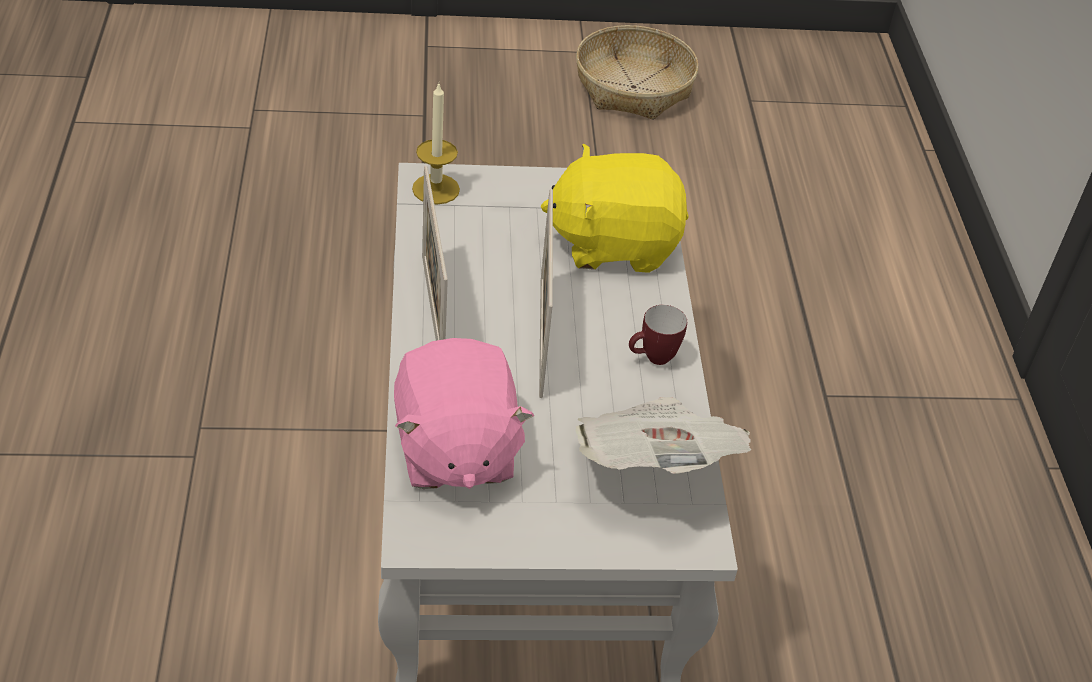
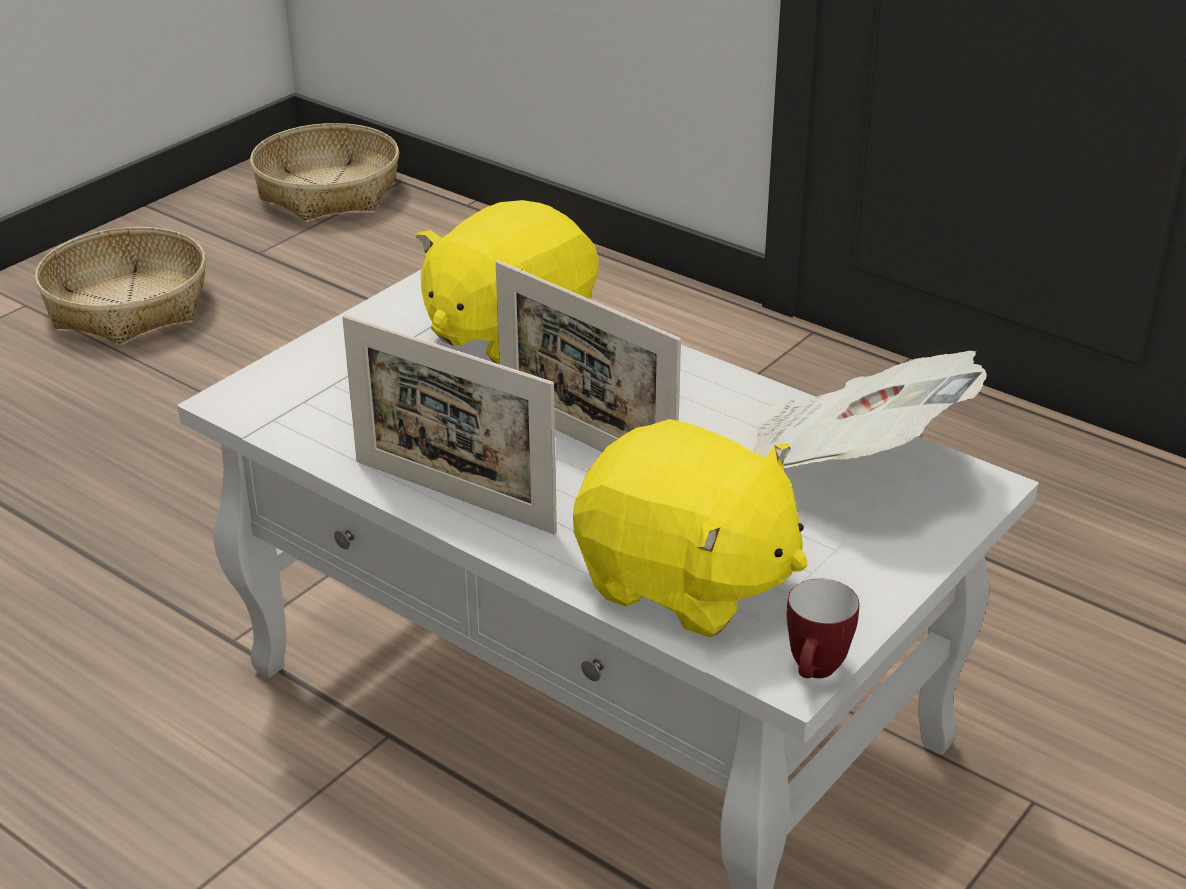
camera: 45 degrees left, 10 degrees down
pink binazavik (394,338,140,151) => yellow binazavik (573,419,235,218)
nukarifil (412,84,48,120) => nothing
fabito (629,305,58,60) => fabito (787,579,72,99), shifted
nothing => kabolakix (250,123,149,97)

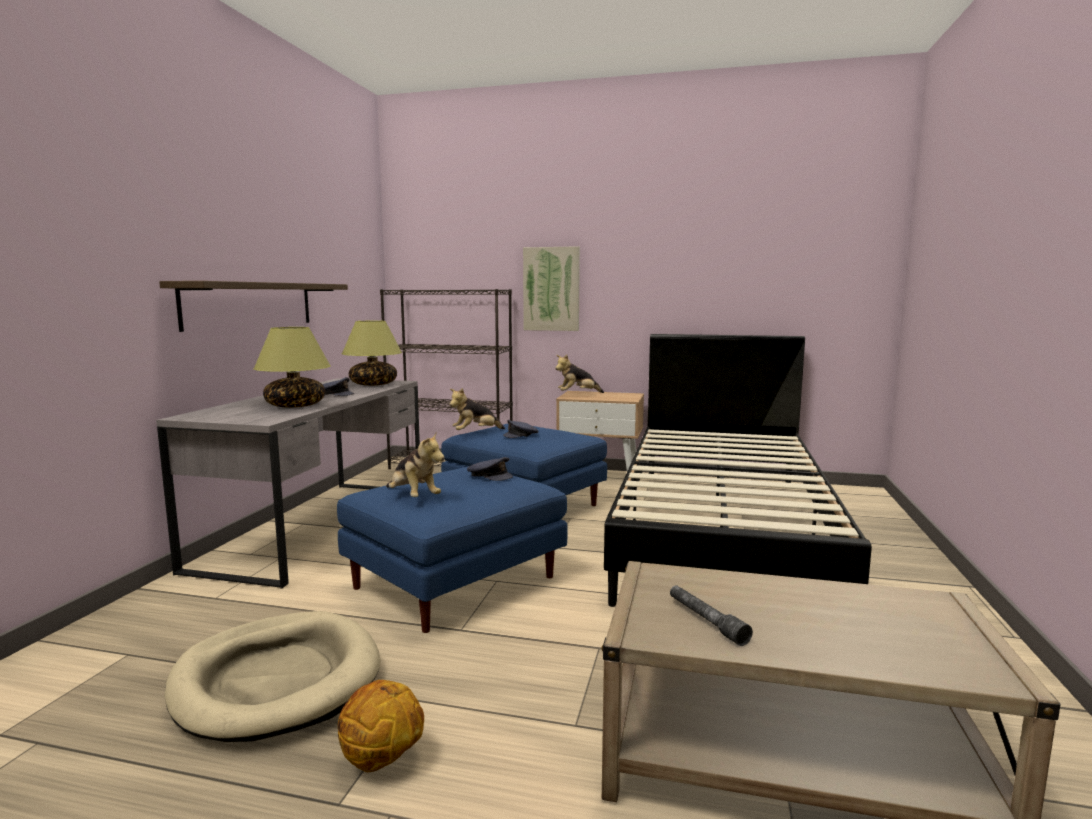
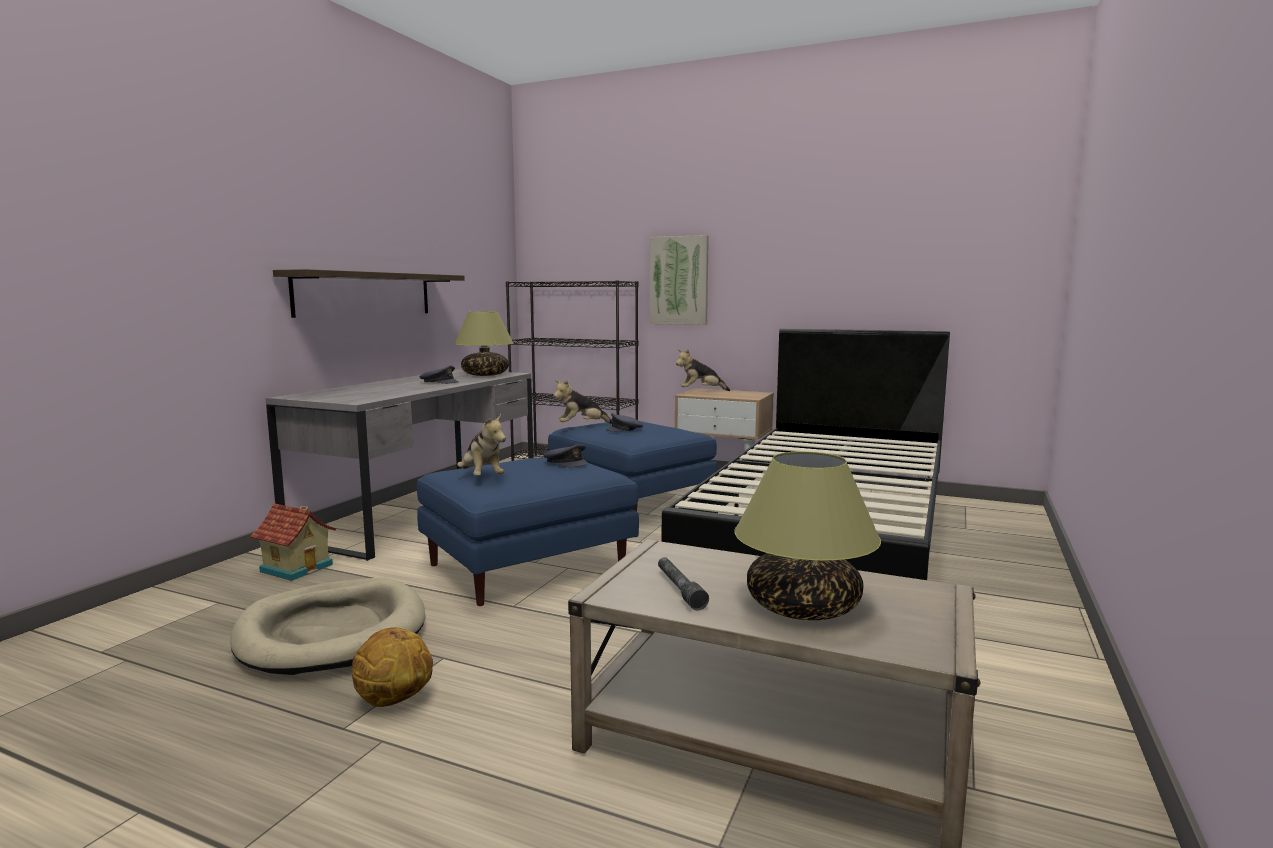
camera: 10 degrees right, 0 degrees up
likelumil (254,327,77,81) => likelumil (735,451,146,169), shifted
nothing => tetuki (250,503,86,78)

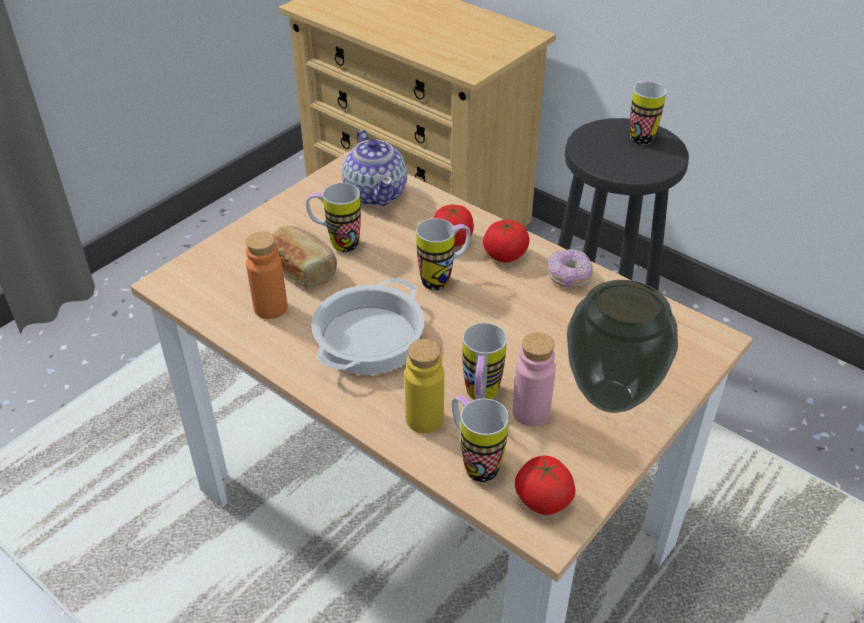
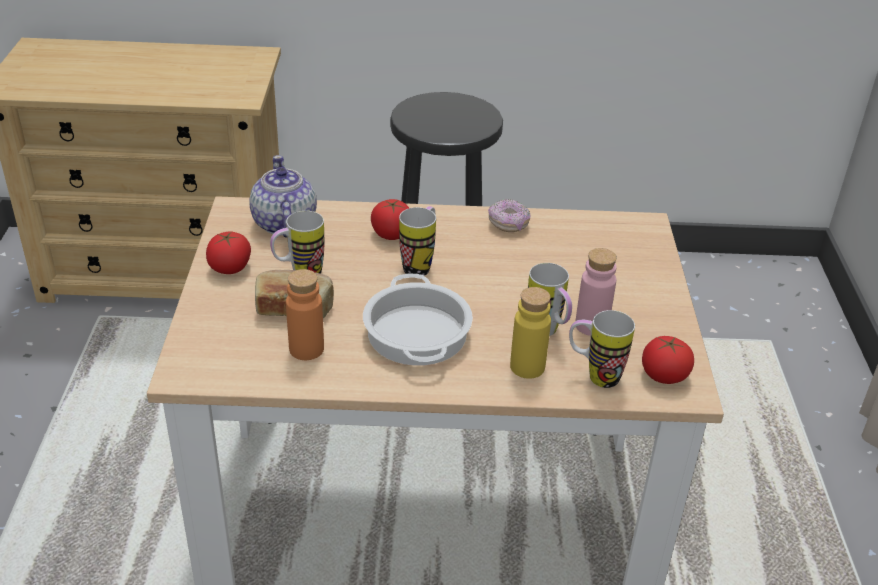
camera: 40 degrees left, 5 degrees down
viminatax (342,130,65,76) => viminatax (249,155,68,83), 135 degrees counterclockwise
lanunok (483,220,47,42) => lanunok (206,231,45,43), shifted
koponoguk (567,280,111,133) => nothing
fabito (630,80,37,65) => nothing

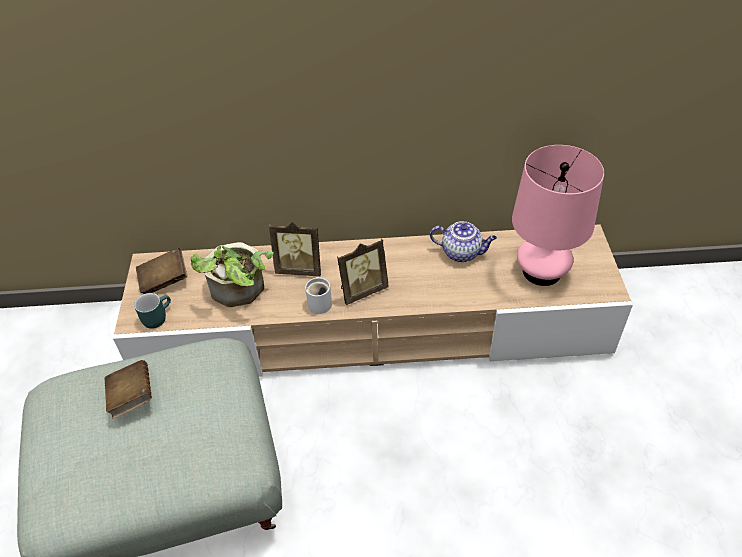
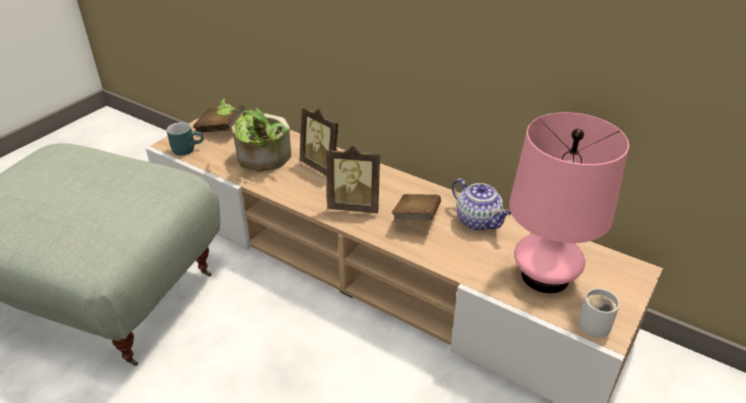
camera: 35 degrees right, 10 degrees down
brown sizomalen (104,360,48,59) => brown sizomalen (392,194,49,28), shifted
white fabito (305,277,27,37) => white fabito (578,289,42,48), shifted

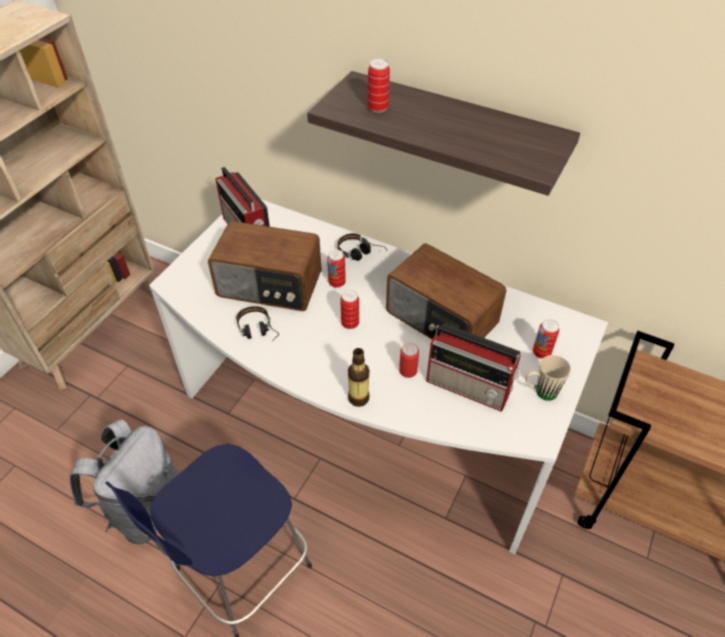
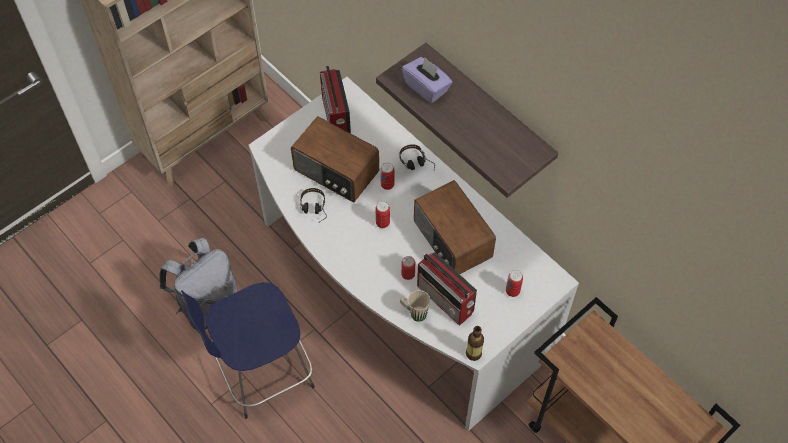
camera: 20 degrees right, 10 degrees up
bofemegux (348,348,21,59) => bofemegux (466,326,18,35), shifted
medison (368,59,22,54) => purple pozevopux (402,57,51,46)
beige fabito (525,355,46,46) => beige fabito (400,290,30,32), shifted

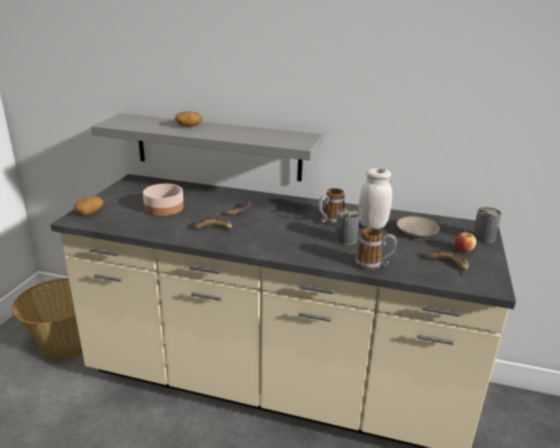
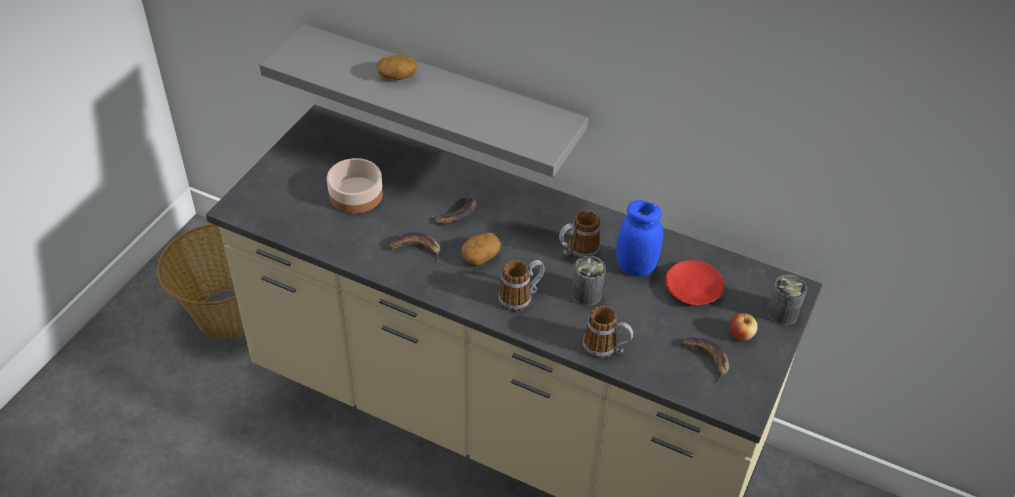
camera: 10 degrees right, 20 degrees up
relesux (74,196,29,19) => relesux (461,232,40,34), shifted
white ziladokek (358,168,34,61) => blue ziladokek (616,200,47,76)
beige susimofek (397,216,43,21) => red susimofek (665,260,59,45)
nothing => fabito (498,260,47,51)

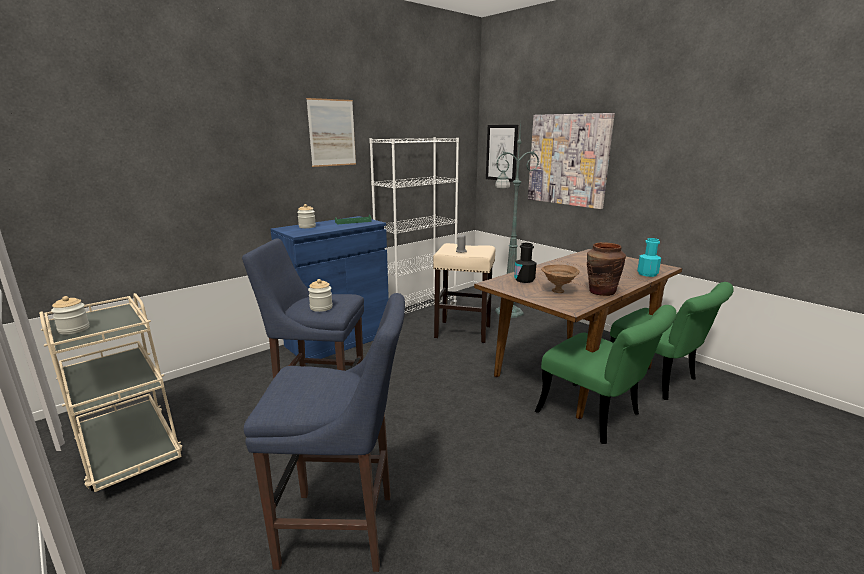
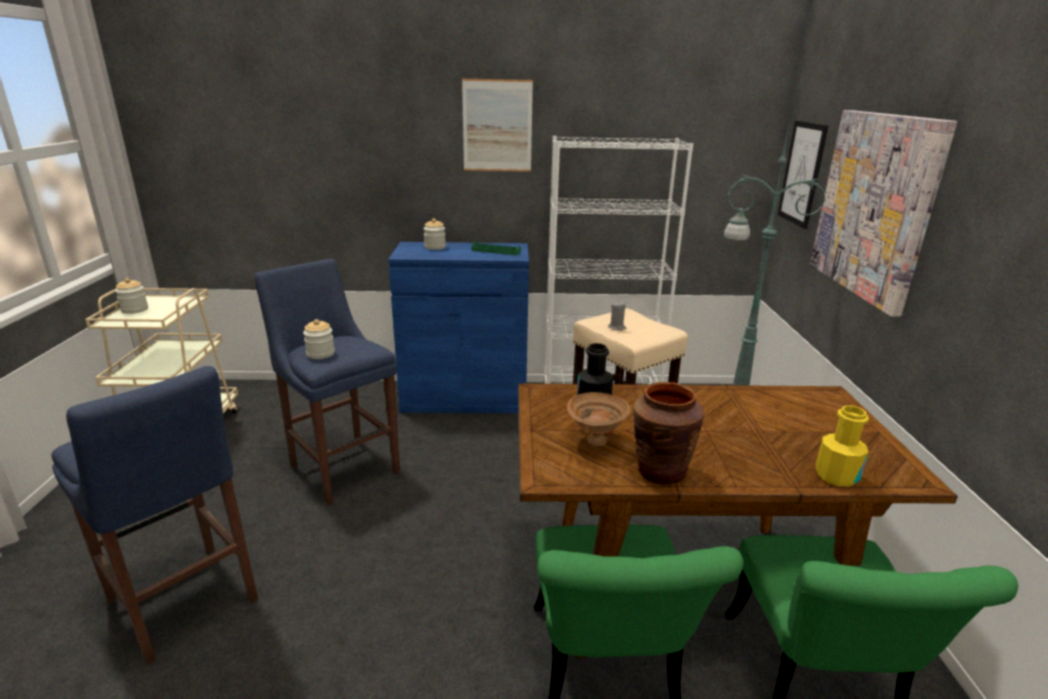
camera: 40 degrees right, 5 degrees up
turquoise bofemegux (637,238,24,39) => yellow bofemegux (816,405,53,82)

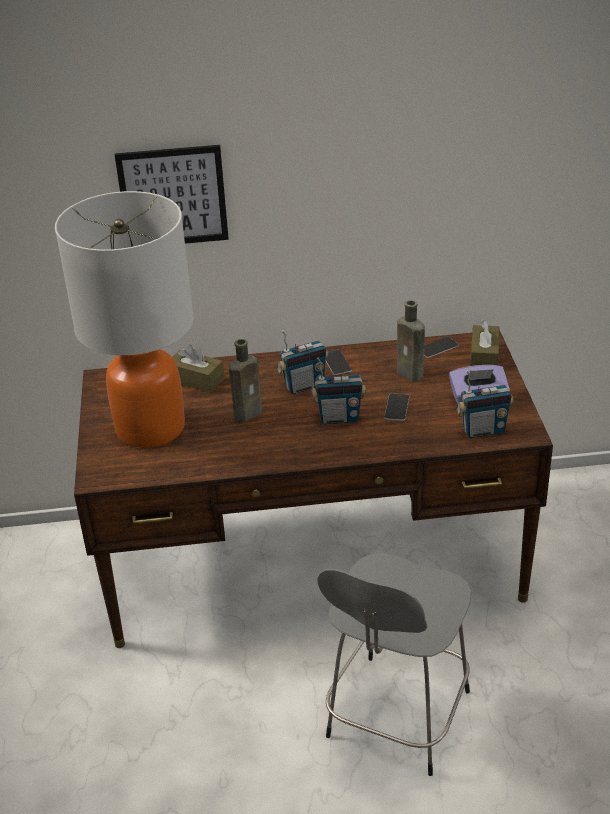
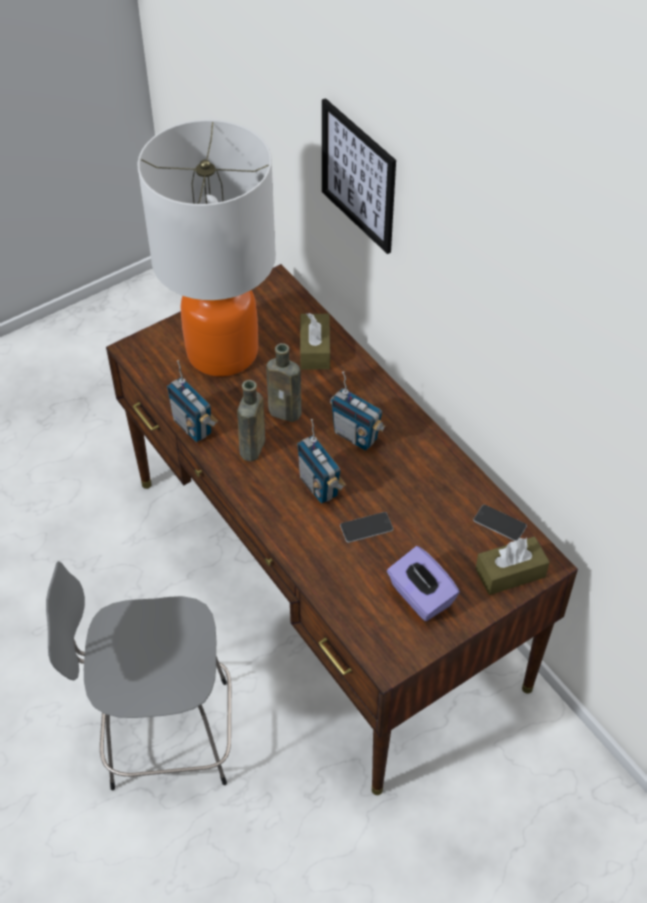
camera: 60 degrees right, 15 degrees up
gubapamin (325,350,27,25) => nothing
brown bofemegux (397,300,28,82) => brown bofemegux (237,380,28,82), shifted
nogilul (457,370,57,68) => nogilul (167,360,51,82), shifted

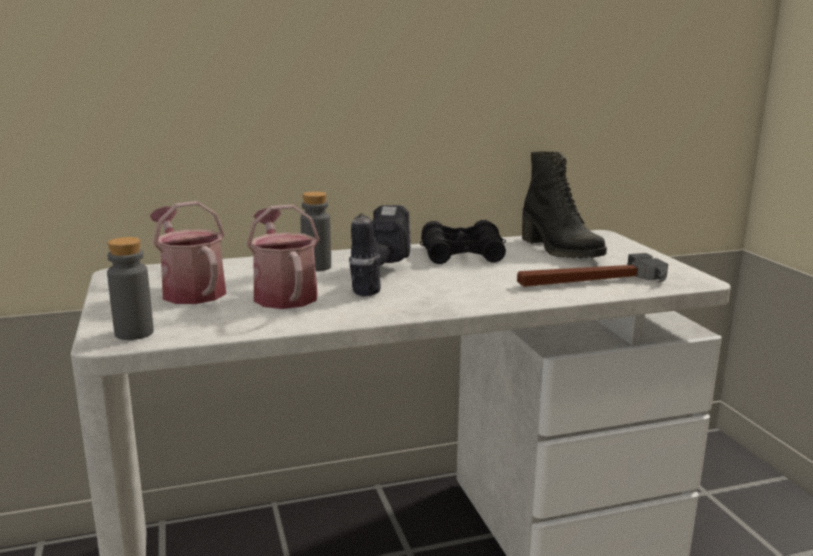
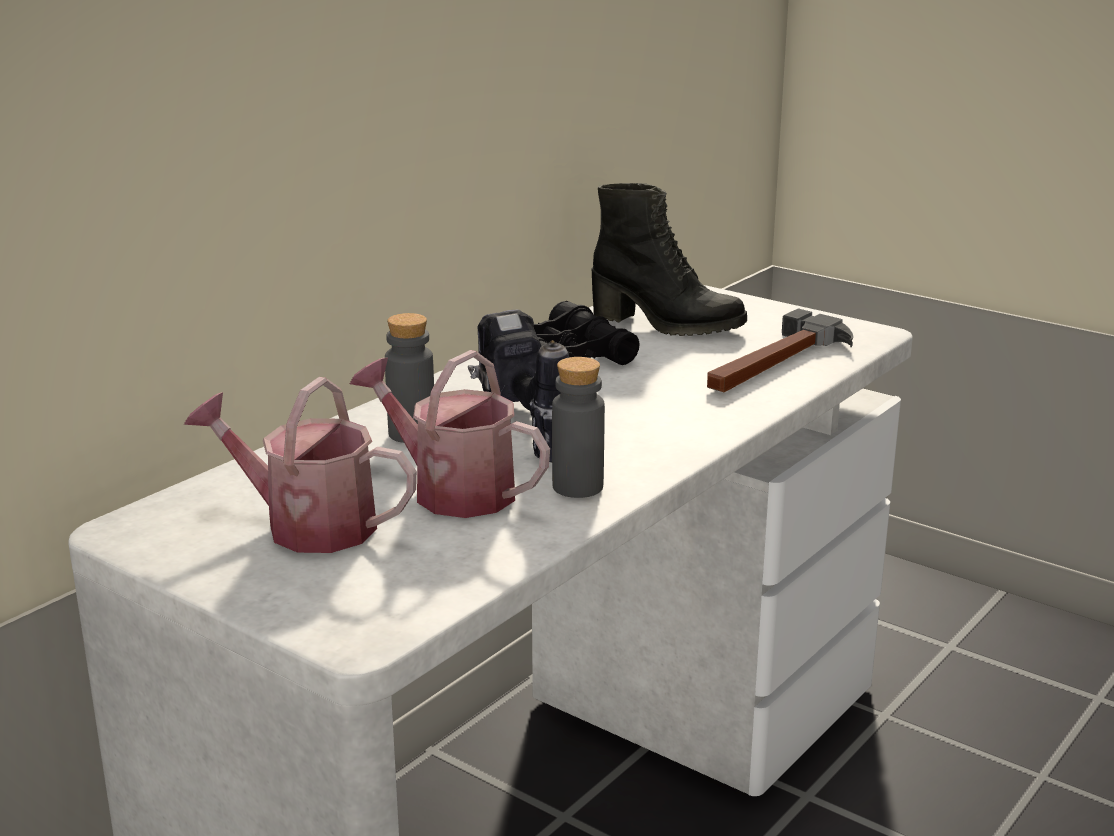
camera: 35 degrees left, 5 degrees up
grey bofemegux (107,237,47,103) => grey bofemegux (552,357,53,141), shifted

